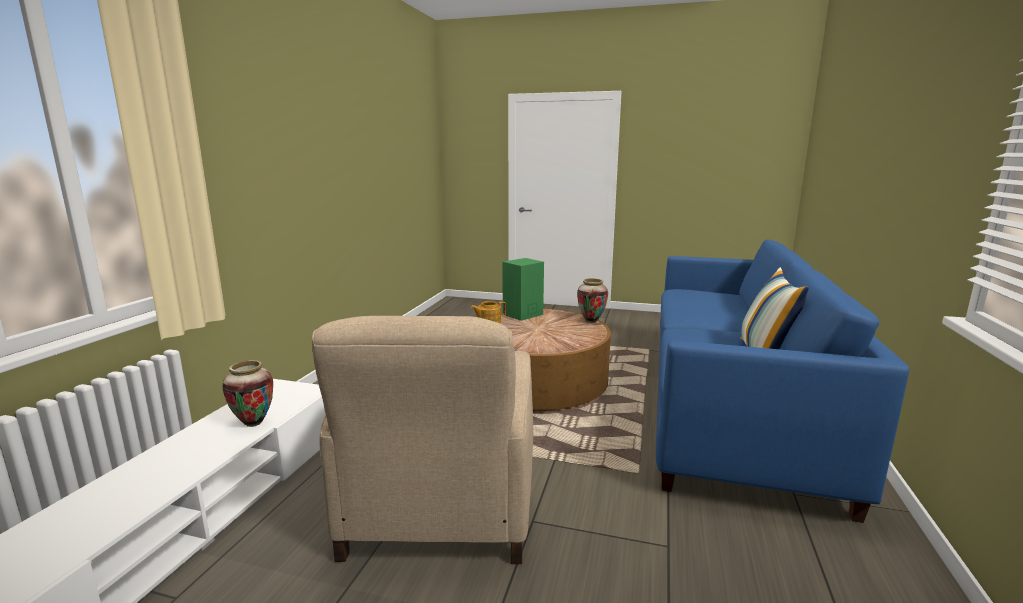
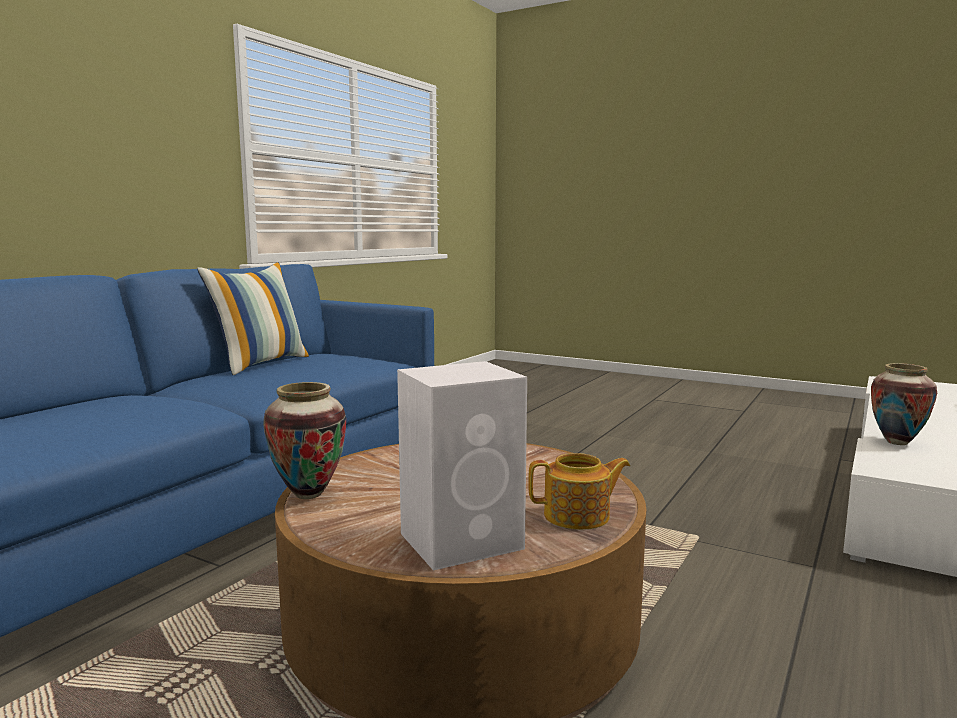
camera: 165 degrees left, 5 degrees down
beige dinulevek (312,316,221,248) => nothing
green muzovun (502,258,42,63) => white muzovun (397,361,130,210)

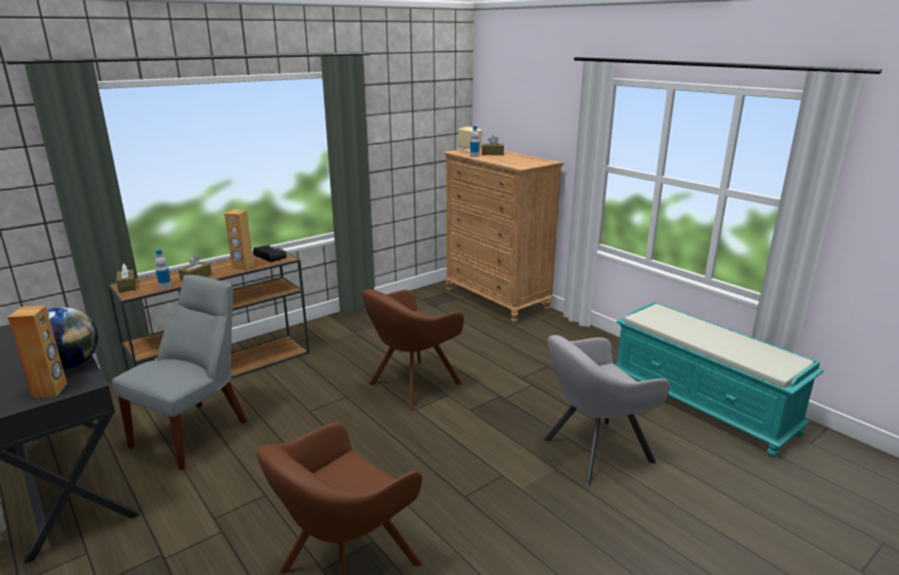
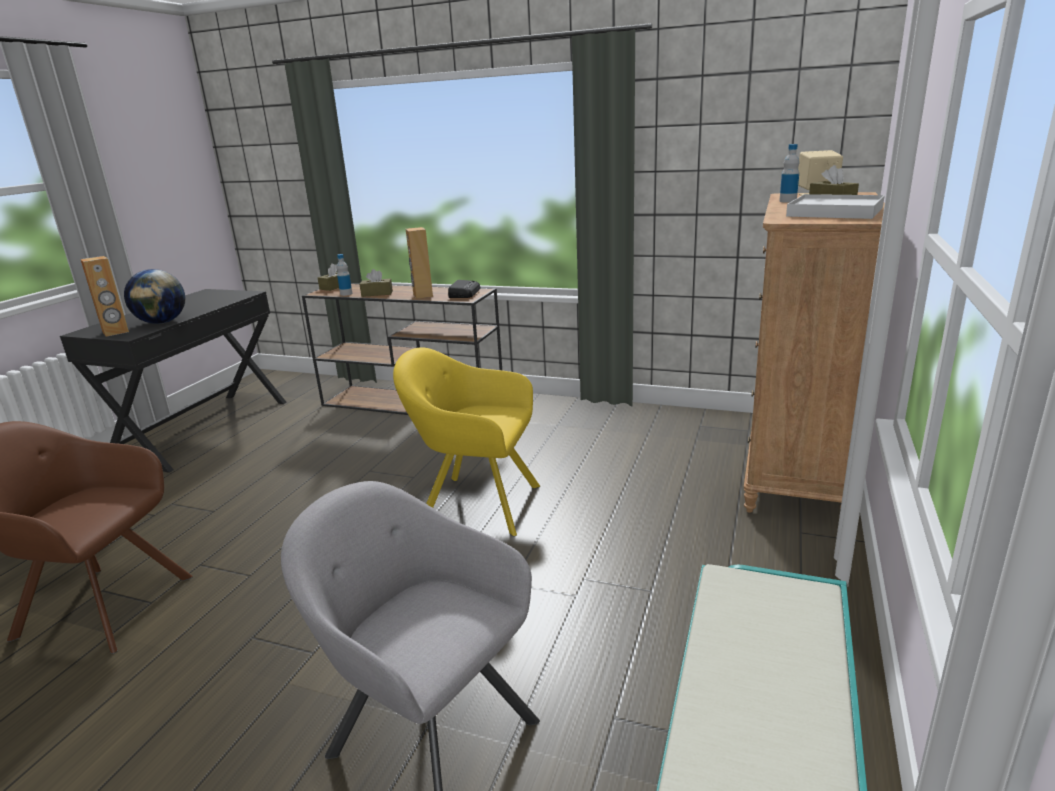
camera: 60 degrees right, 0 degrees up
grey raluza (112,275,135,195) => nothing
brown dinulevek (362,290,102,121) => yellow dinulevek (393,347,147,190)
nothing => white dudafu (786,194,99,25)

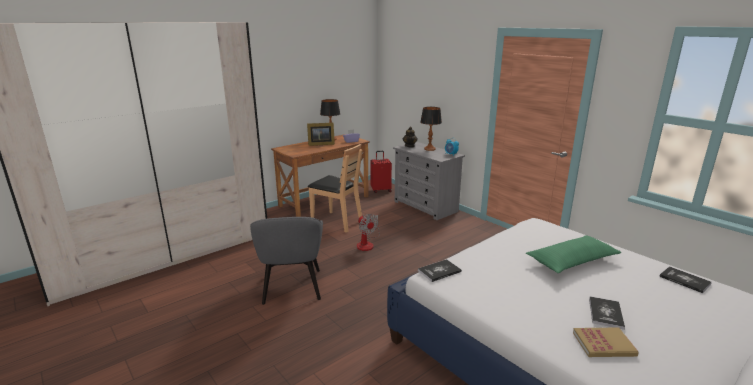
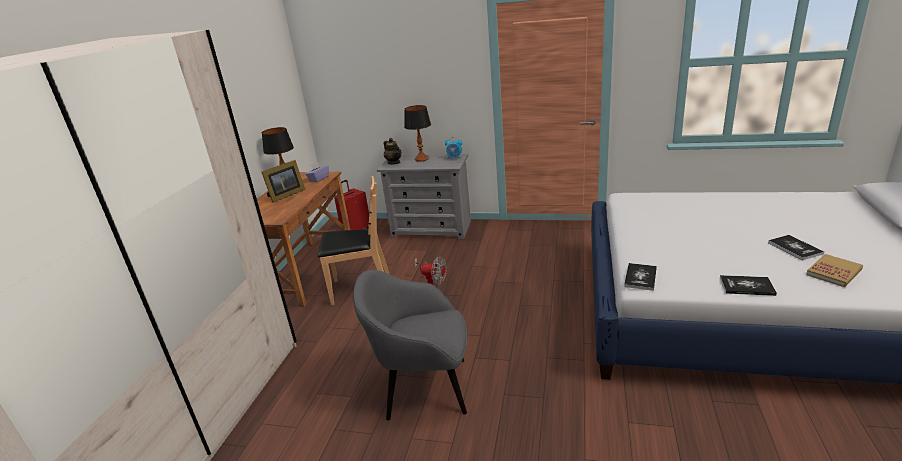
camera: 35 degrees left, 5 degrees up
grey dinulevek (250,217,73,88) => grey dinulevek (353,270,114,151), 135 degrees clockwise
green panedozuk (526,235,95,38) => nothing
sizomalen (659,266,53,27) => sizomalen (720,275,57,21), shifted

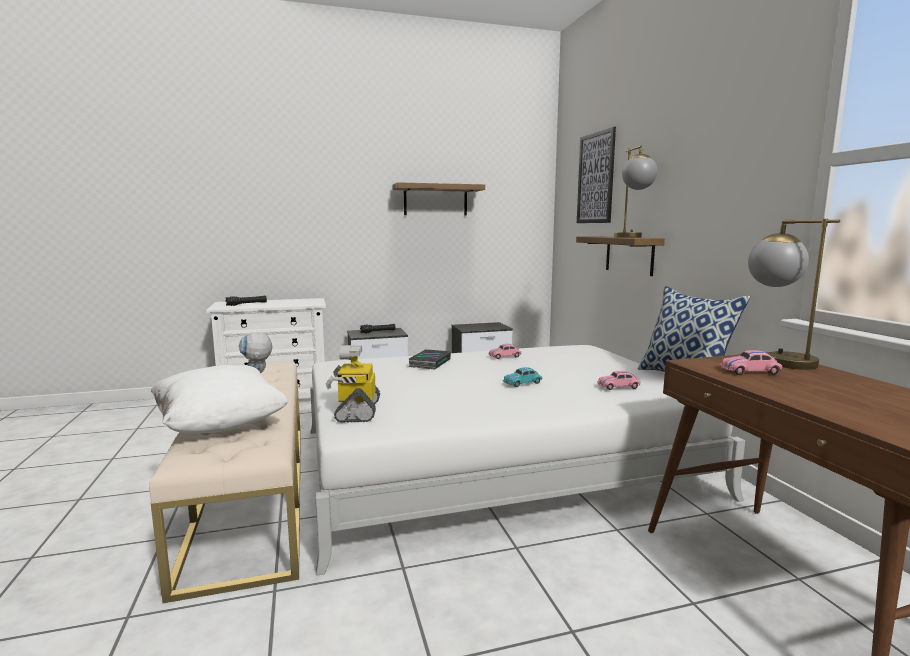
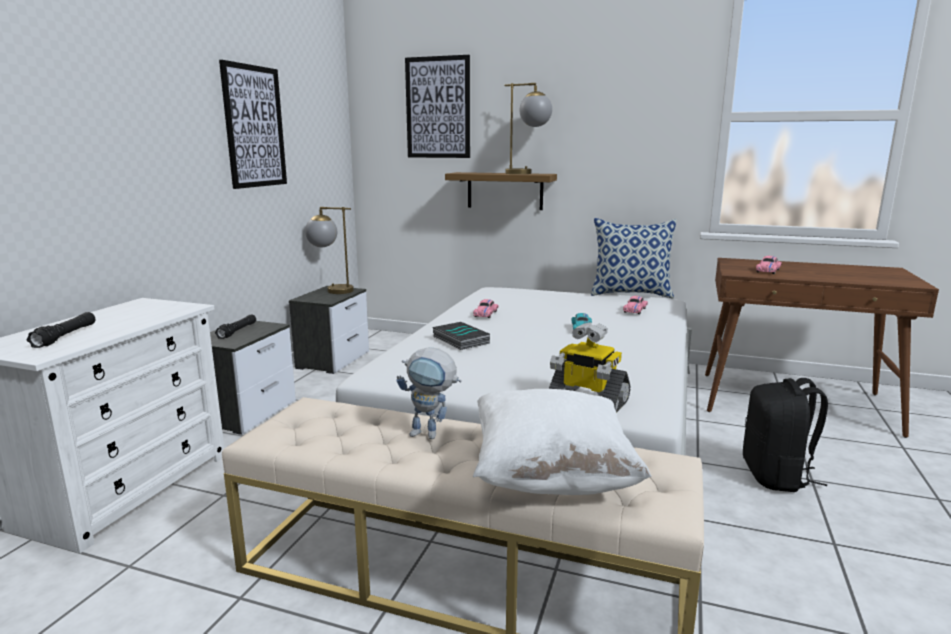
camera: 55 degrees left, 5 degrees up
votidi (393,182,92,34) => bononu (219,60,68,129)
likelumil (748,219,92,151) => likelumil (305,207,49,87), shifted
nothing => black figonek (743,378,85,114)

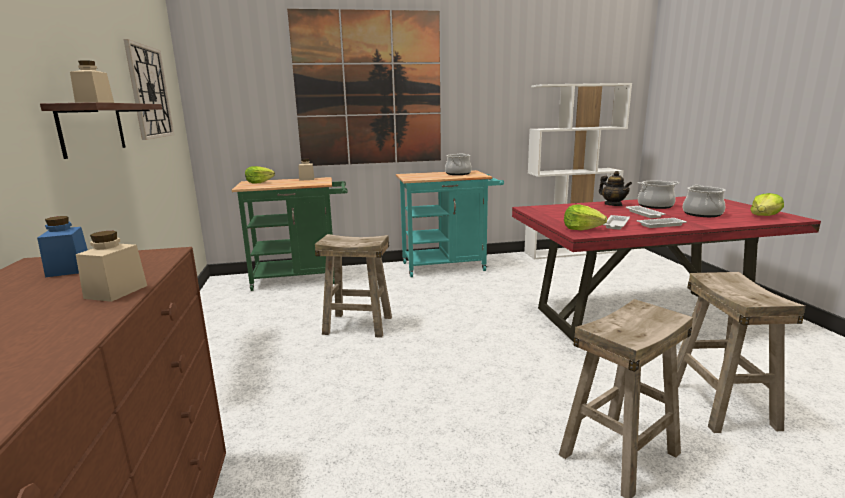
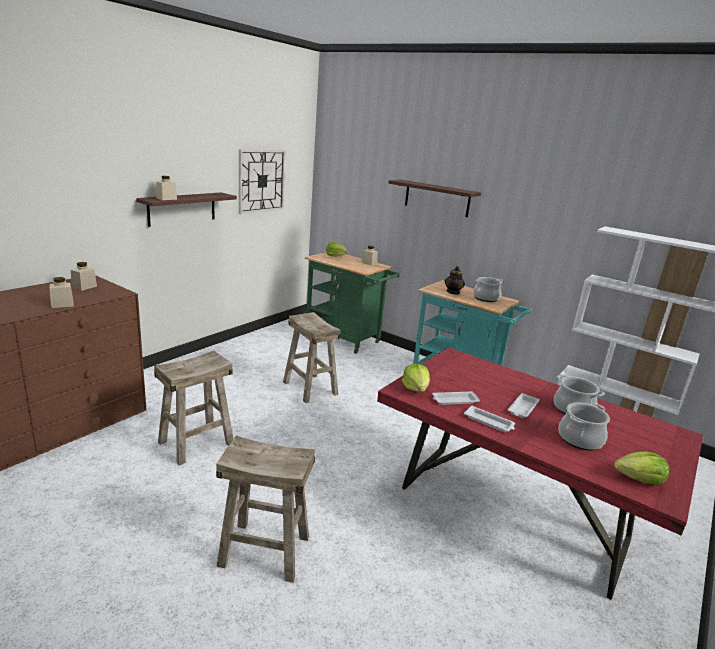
camera: 45 degrees right, 5 degrees up
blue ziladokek (37,216,51,61) => beige ziladokek (71,262,26,29)
bononu (287,9,154,157) => votidi (389,180,92,37)
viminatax (599,171,33,35) => viminatax (444,266,21,29), shifted
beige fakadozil (677,272,129,161) => beige fakadozil (154,350,79,115), shifted

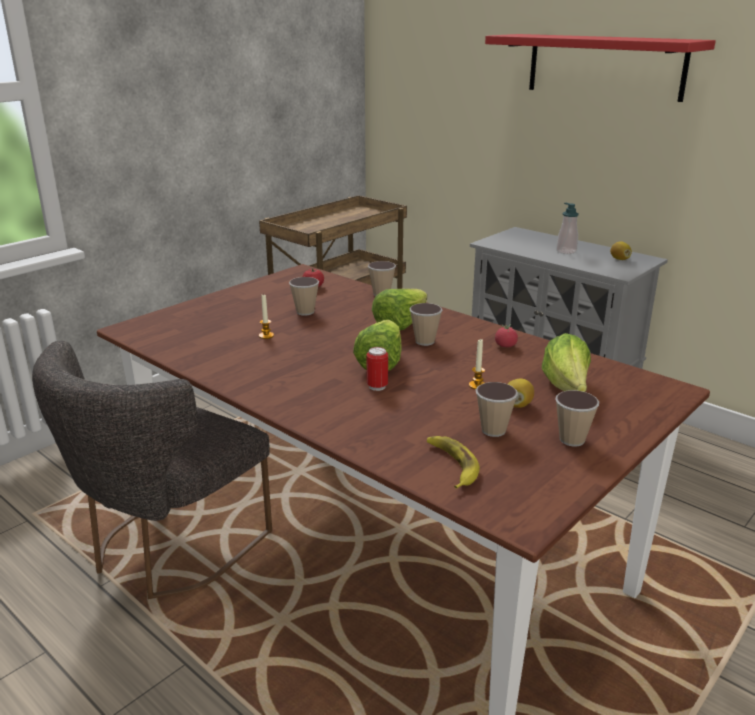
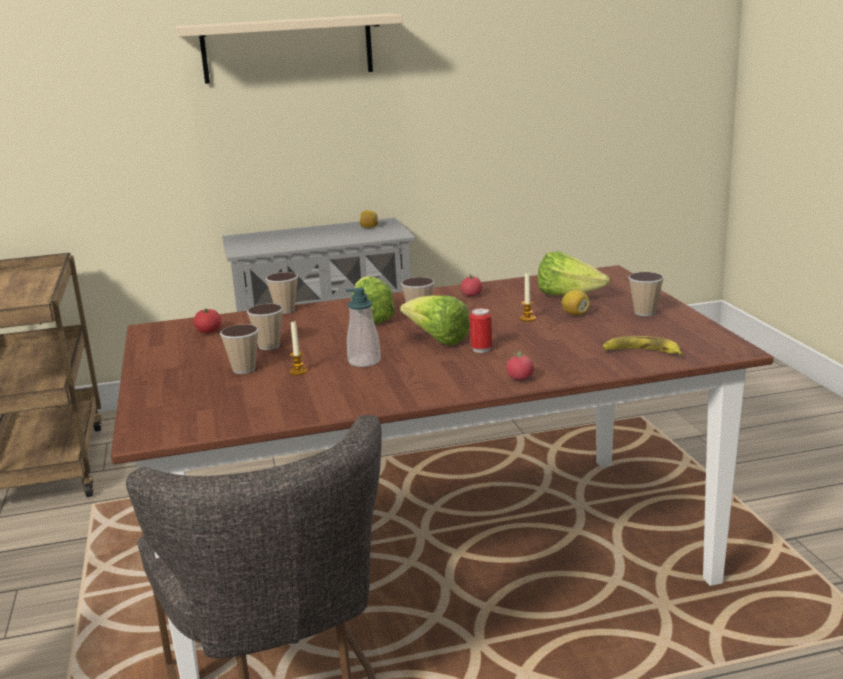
camera: 55 degrees left, 5 degrees down
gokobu (476,382,42,55) => gokobu (220,324,39,50), shifted
red votidi (485,34,231,68) => beige votidi (176,14,227,70)
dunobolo (556,203,23,51) => dunobolo (346,287,35,80), shifted
nothing => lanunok (506,351,28,29)

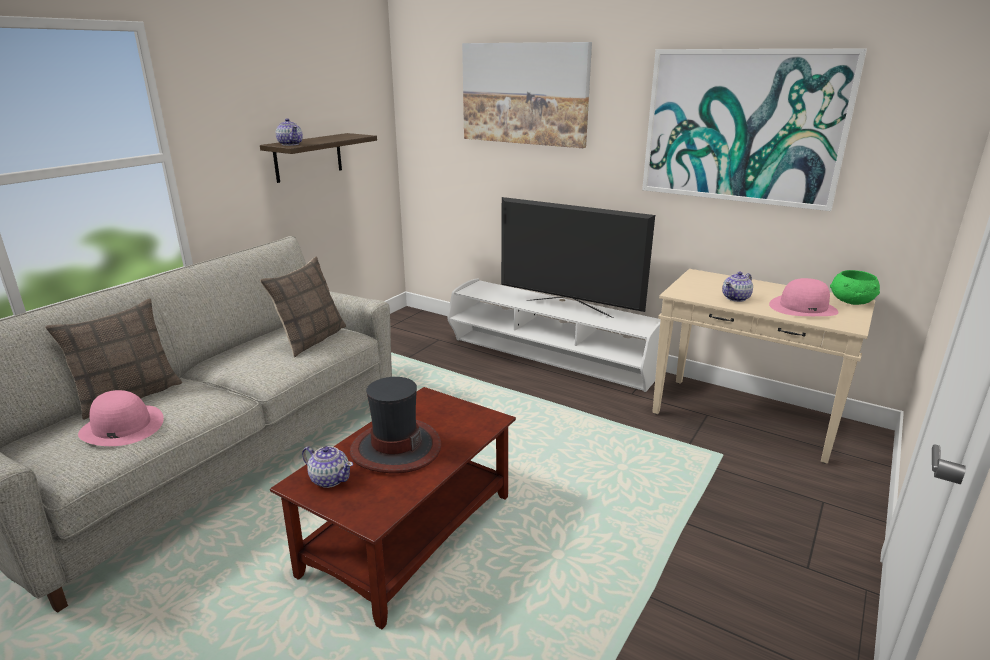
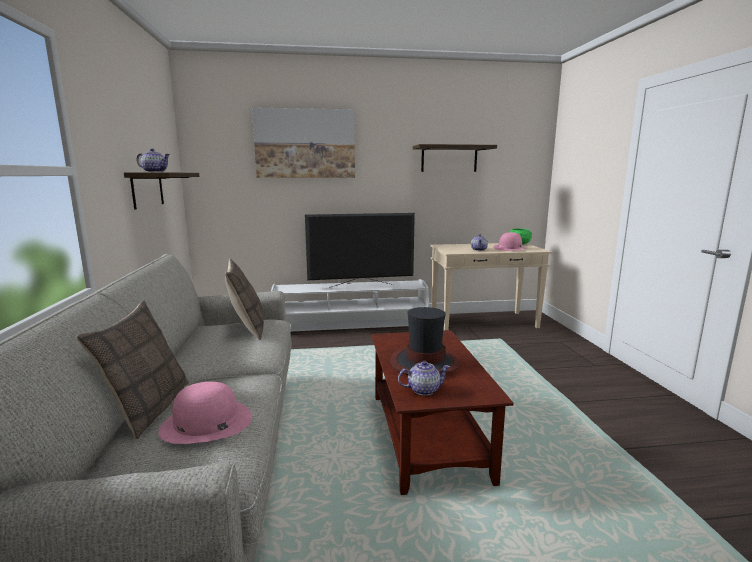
camera: 40 degrees left, 10 degrees down
bononu (642,49,225,162) => votidi (413,144,84,28)

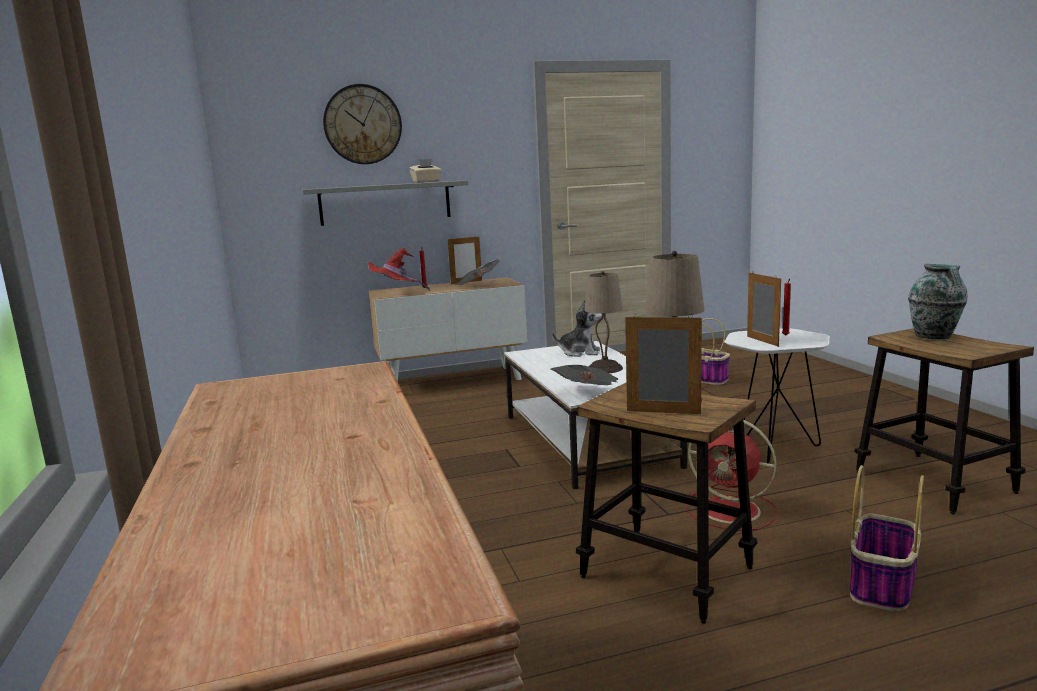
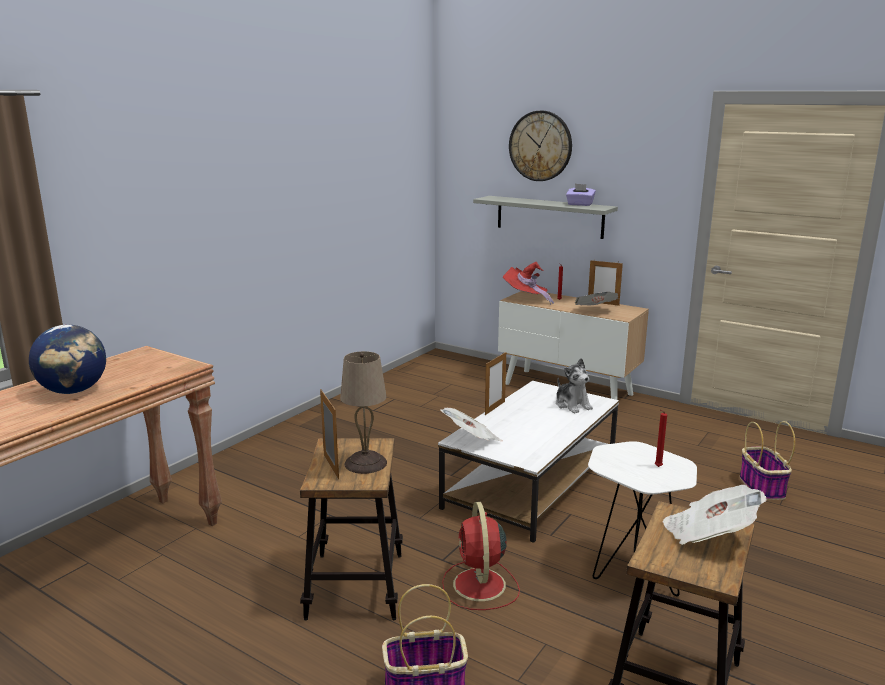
camera: 50 degrees right, 5 degrees up
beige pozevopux (409,159,33,24) => purple pozevopux (566,184,30,22)
beige likelumil (585,271,38,102) => nothing
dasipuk (747,271,34,76) => dasipuk (485,352,21,63), shifted
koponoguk (908,264,60,75) => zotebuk (663,485,104,60)
nothing => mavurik (29,325,77,69)

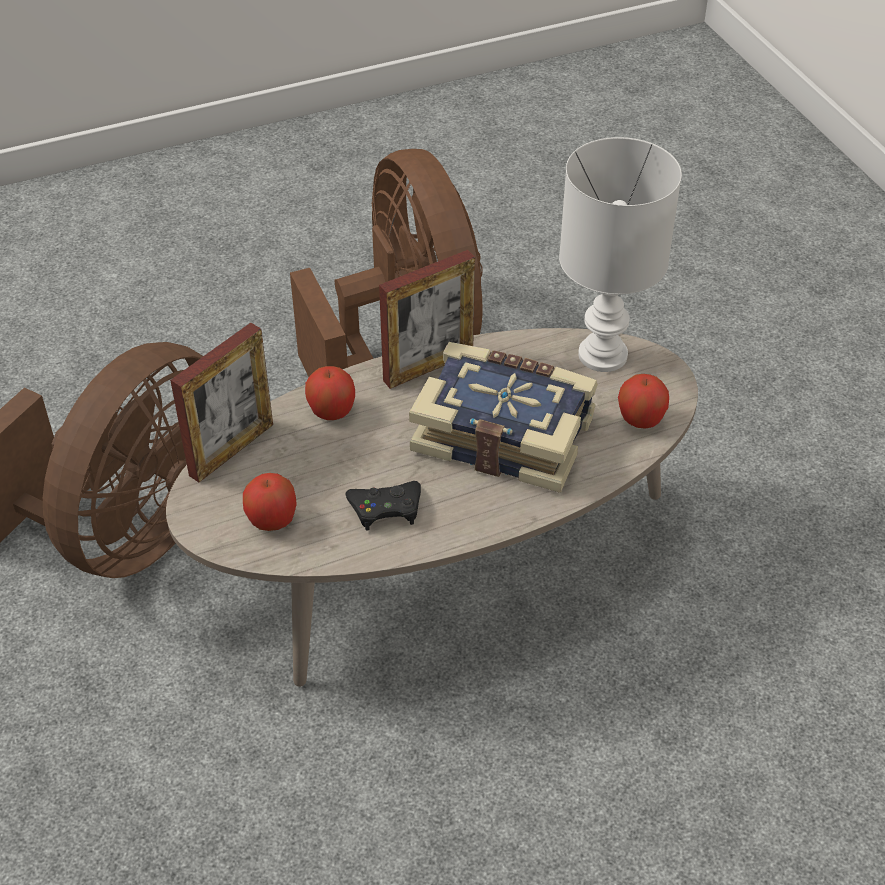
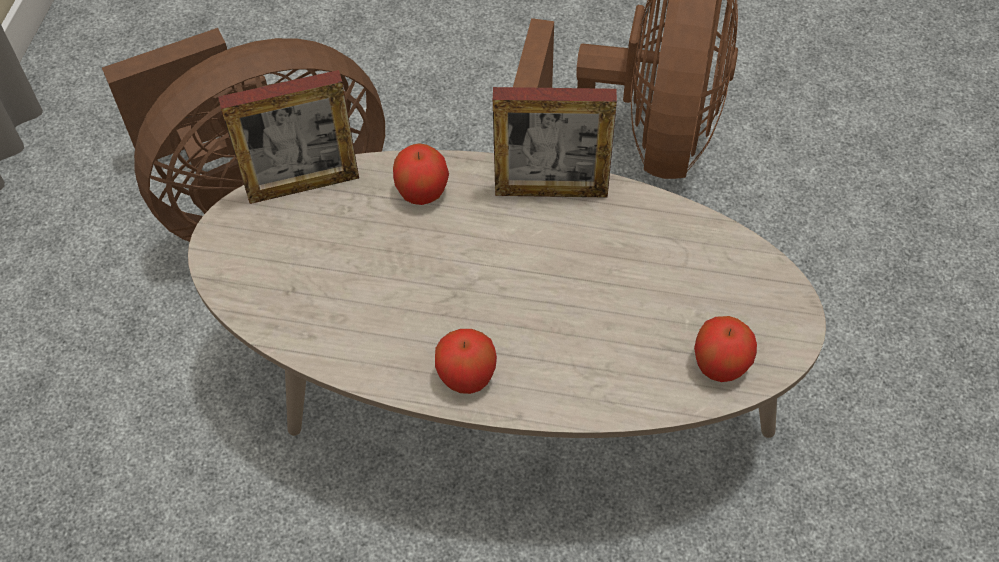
camera: 35 degrees right, 10 degrees up
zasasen (243,473,54,58) => zasasen (435,329,62,65), shifted
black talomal (346,481,75,50) => nothing
sizomalen (409,342,189,151) => nothing
white likelumil (559,137,123,235) => nothing

